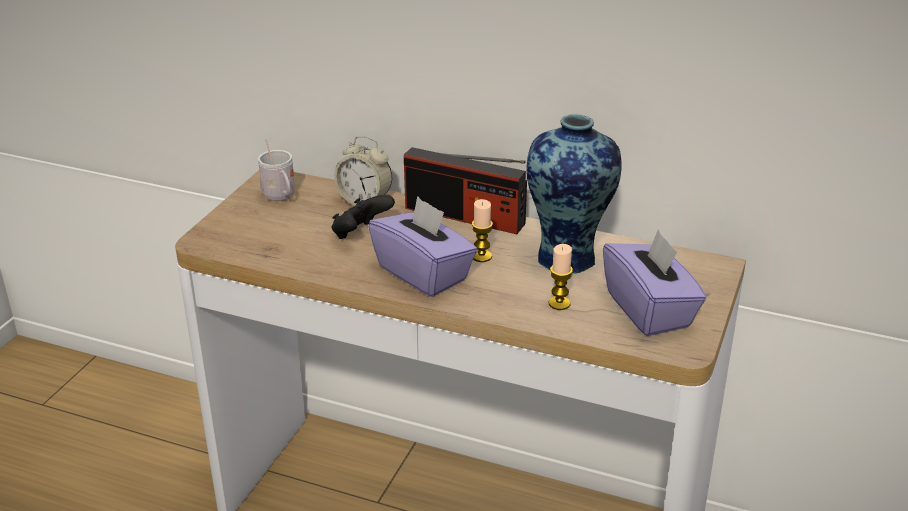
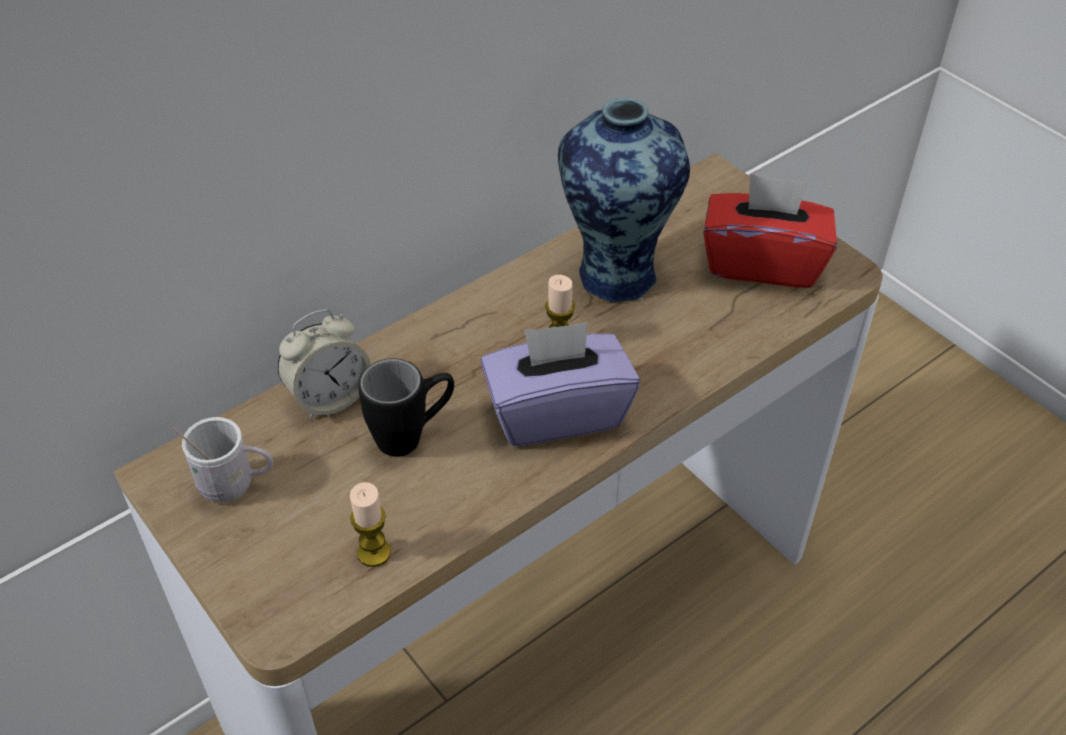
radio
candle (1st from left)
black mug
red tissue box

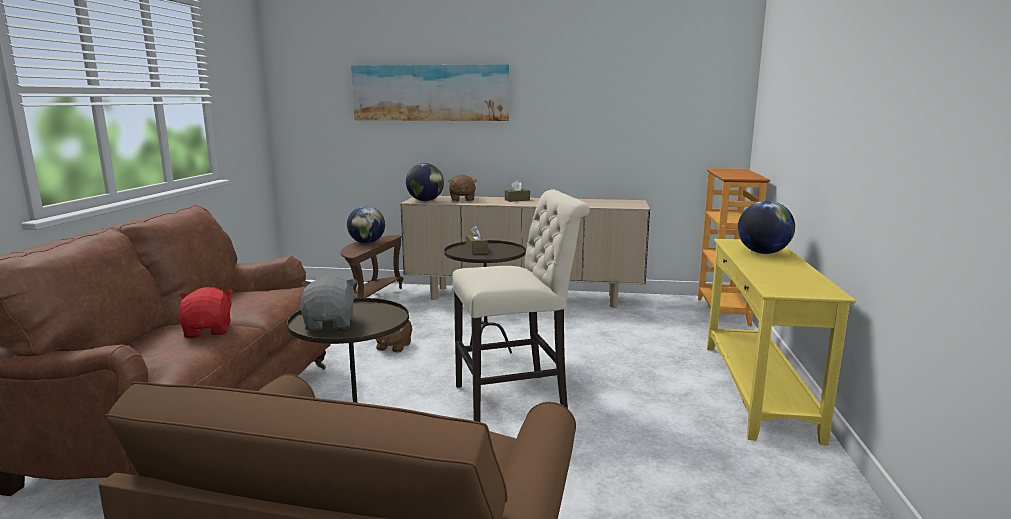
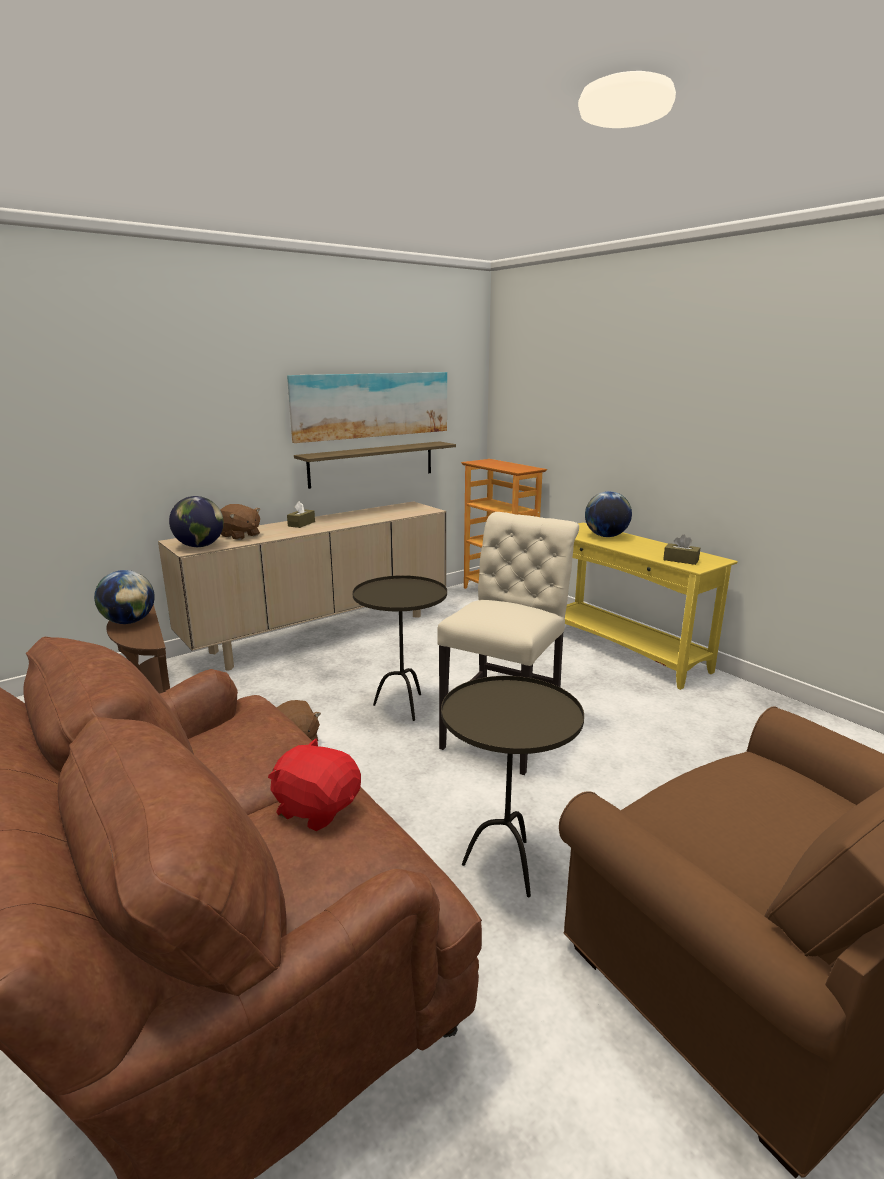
grey plush toy
shelf
picture
brown tissue box (2nd from left)

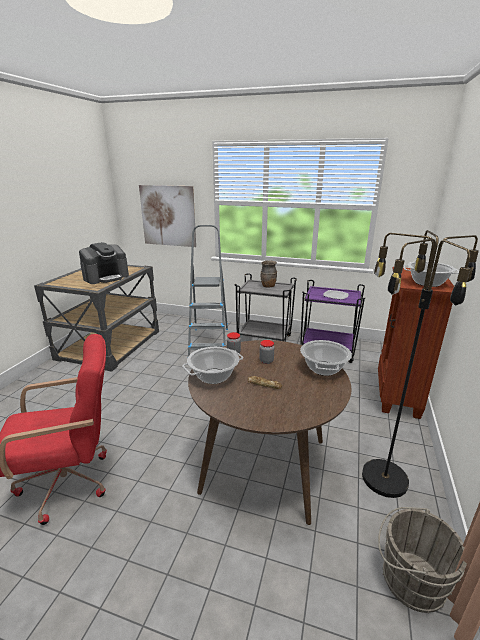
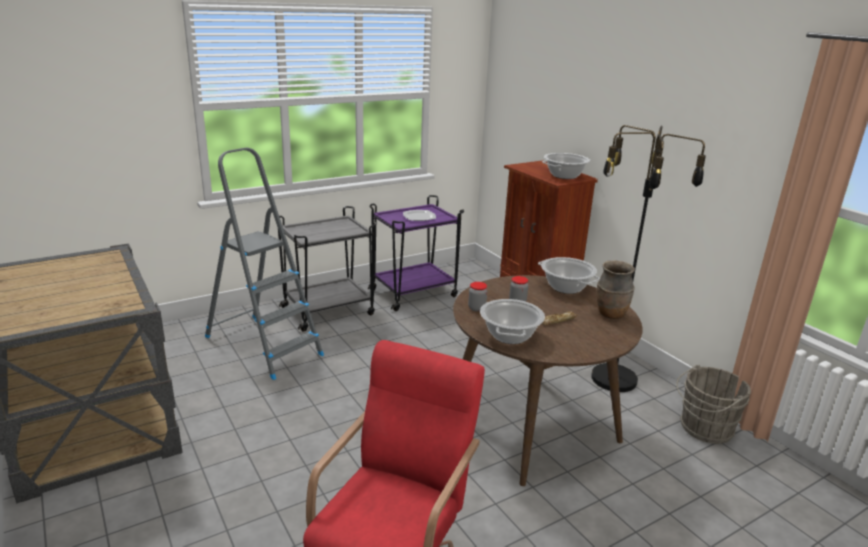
coffee machine
picture
brown vase

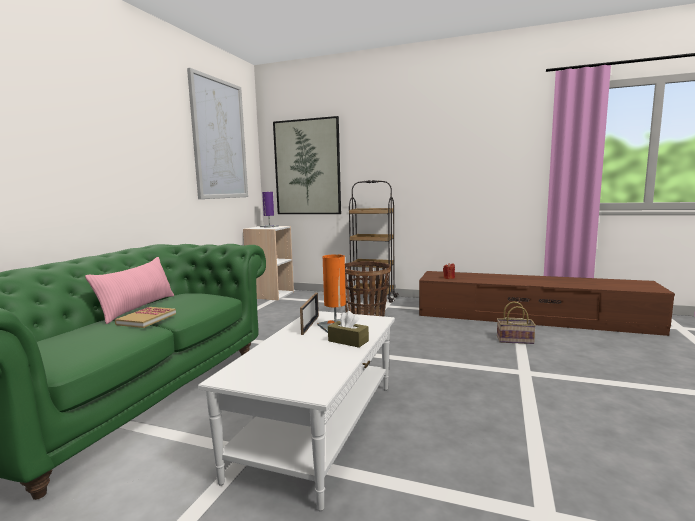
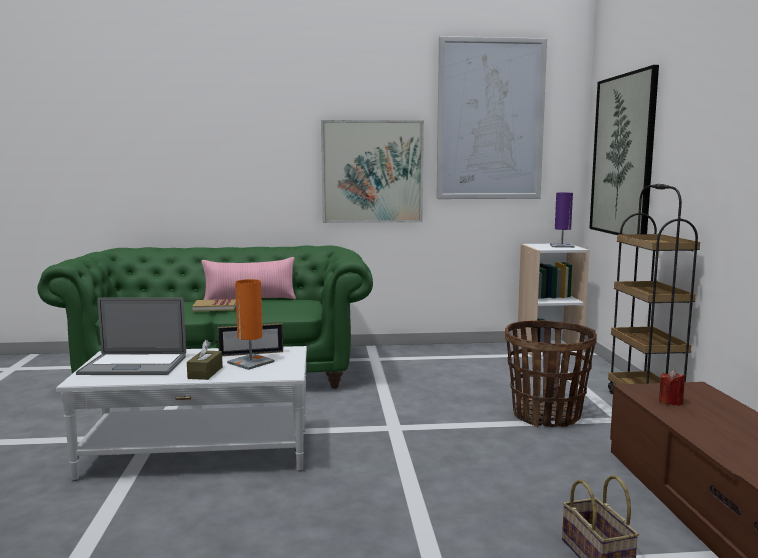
laptop
picture (1st from left)

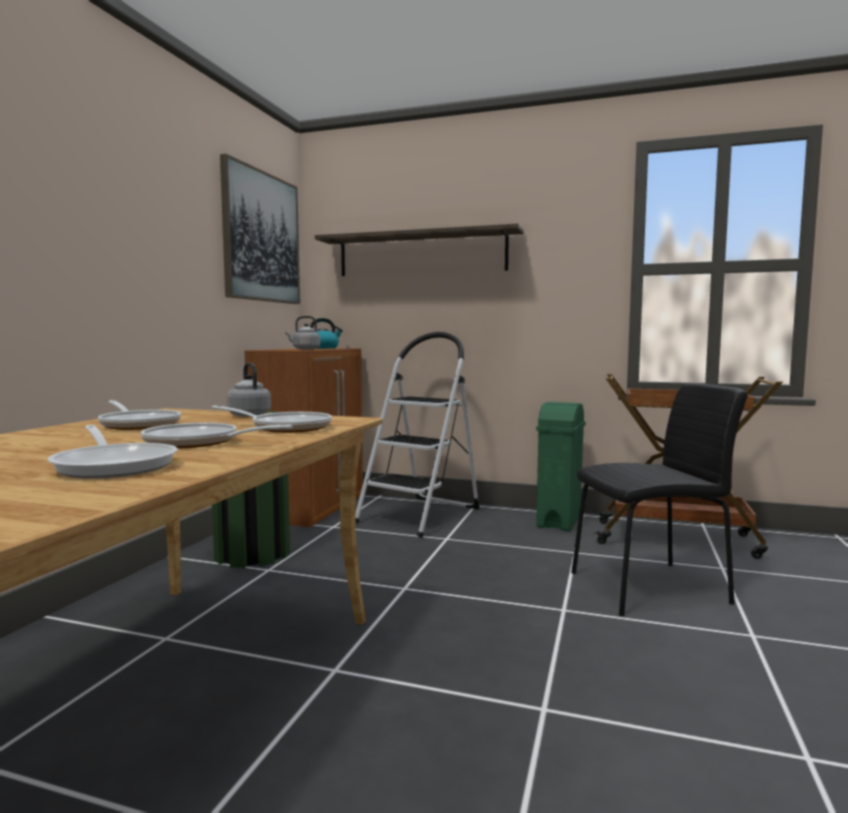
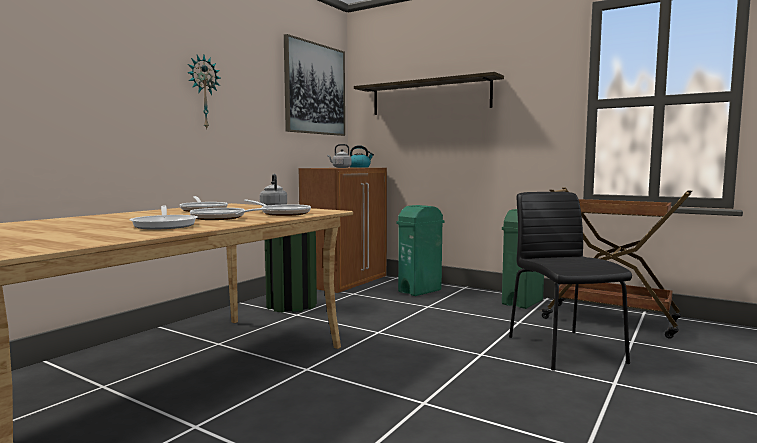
wall clock
green trash can (2nd from left)
black chair

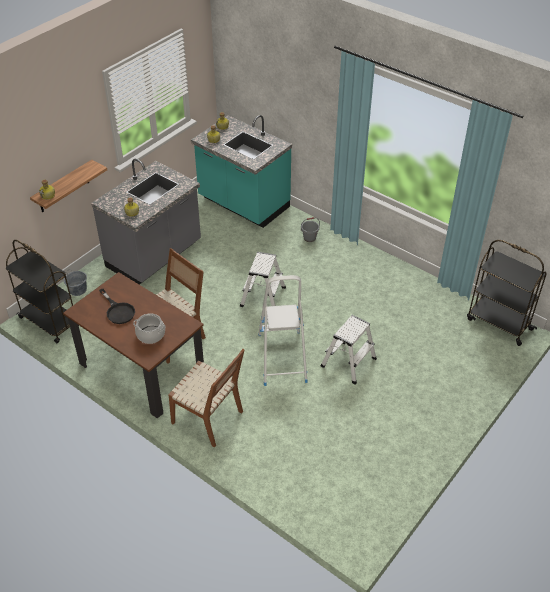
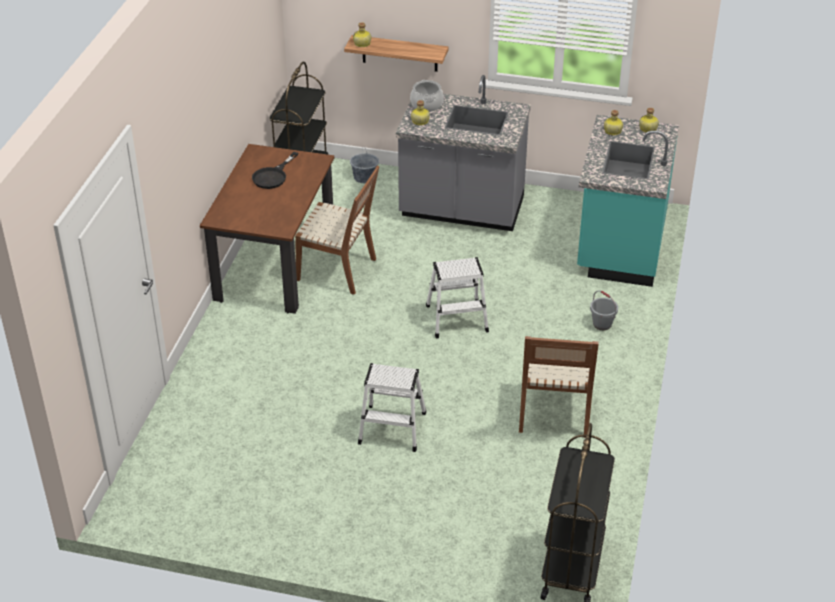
white step ladder (2nd from left in the first image)
cooking pot
chair (2nd from left)

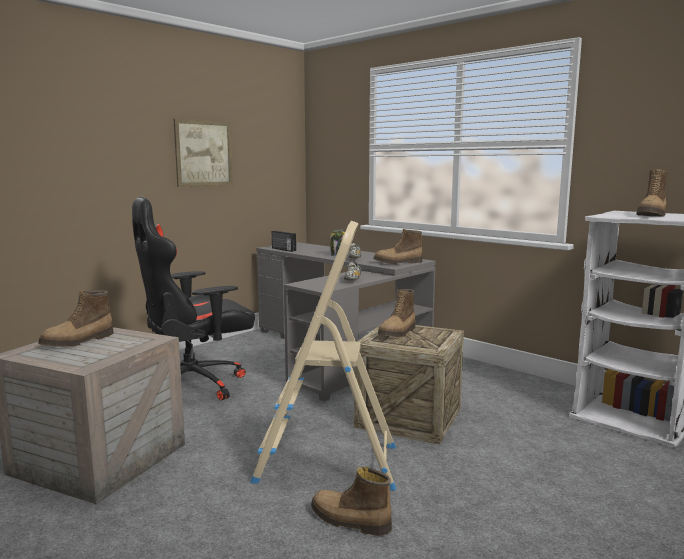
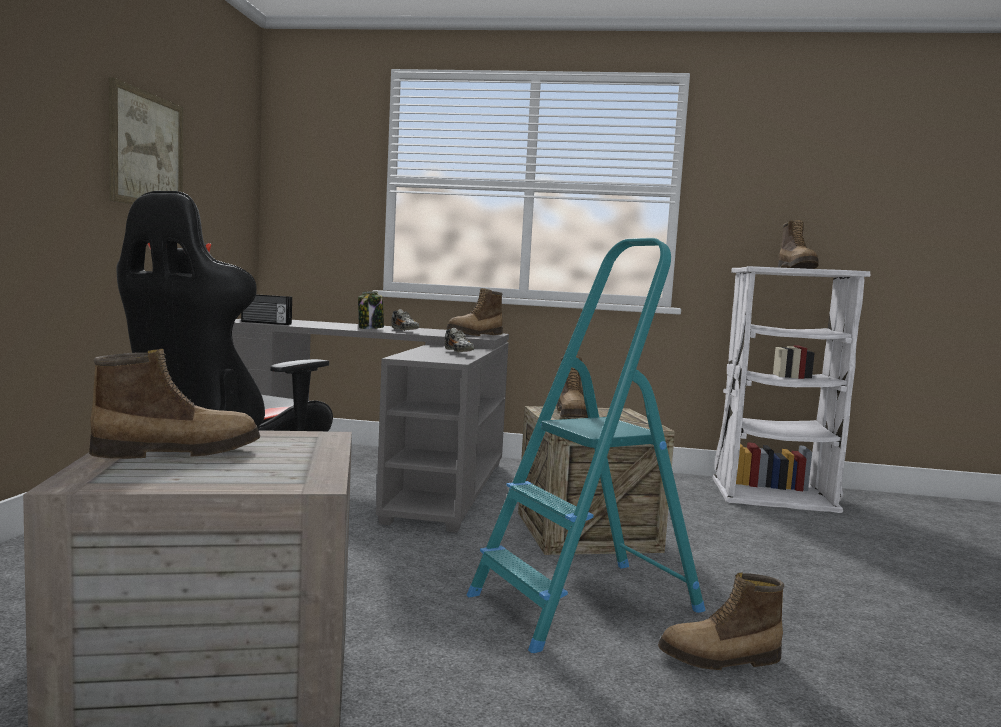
turquoise step ladder
boot (1st from left)

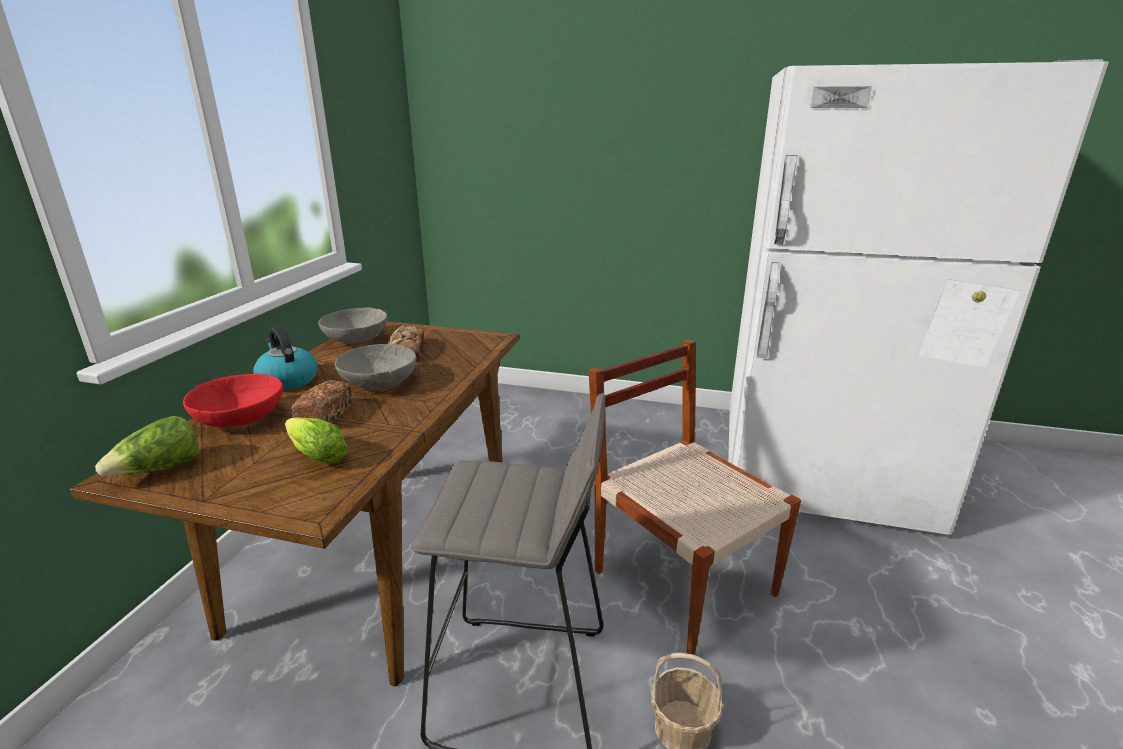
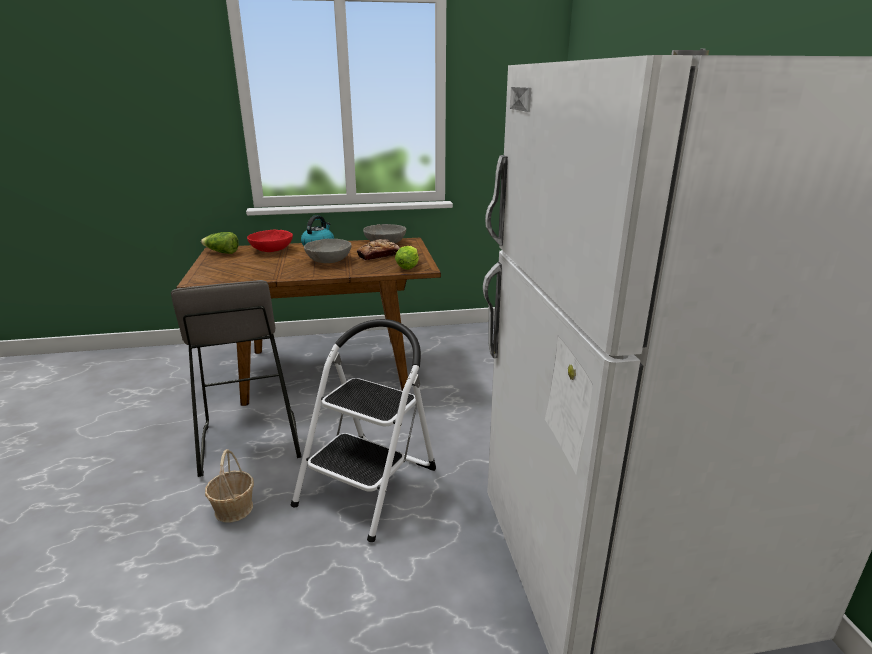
bread (1st from left in the first image)
lettuce (2nd from left)
step ladder

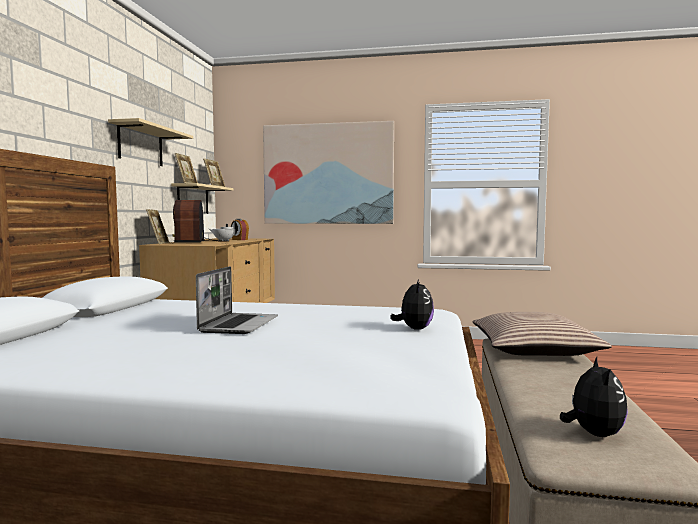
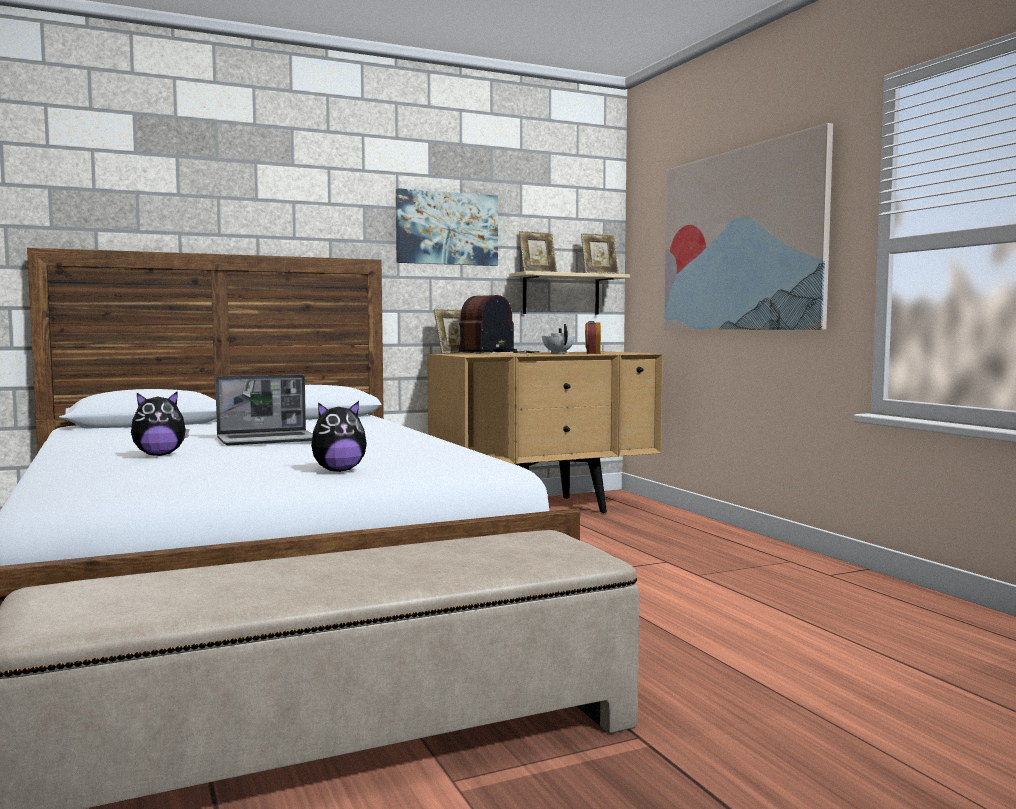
pillow
plush toy (1st from left)
picture (1st from left)

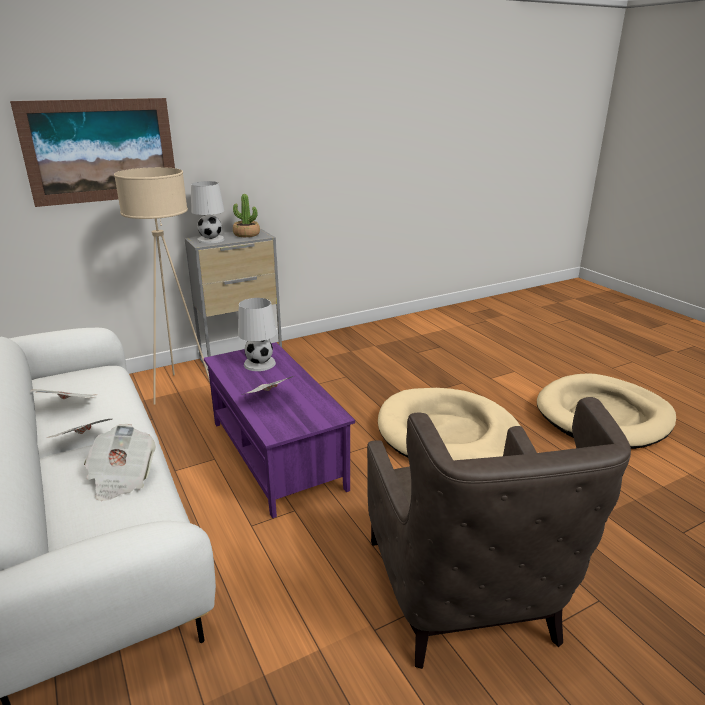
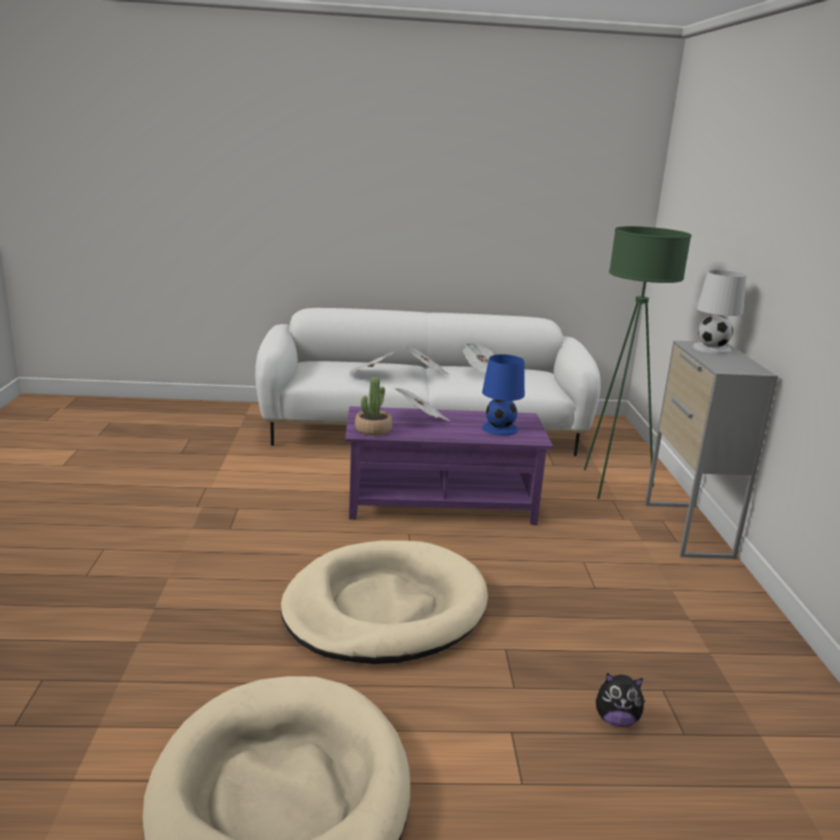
picture
grey armchair
plush toy
potted plant
green floor lamp
blue table lamp

